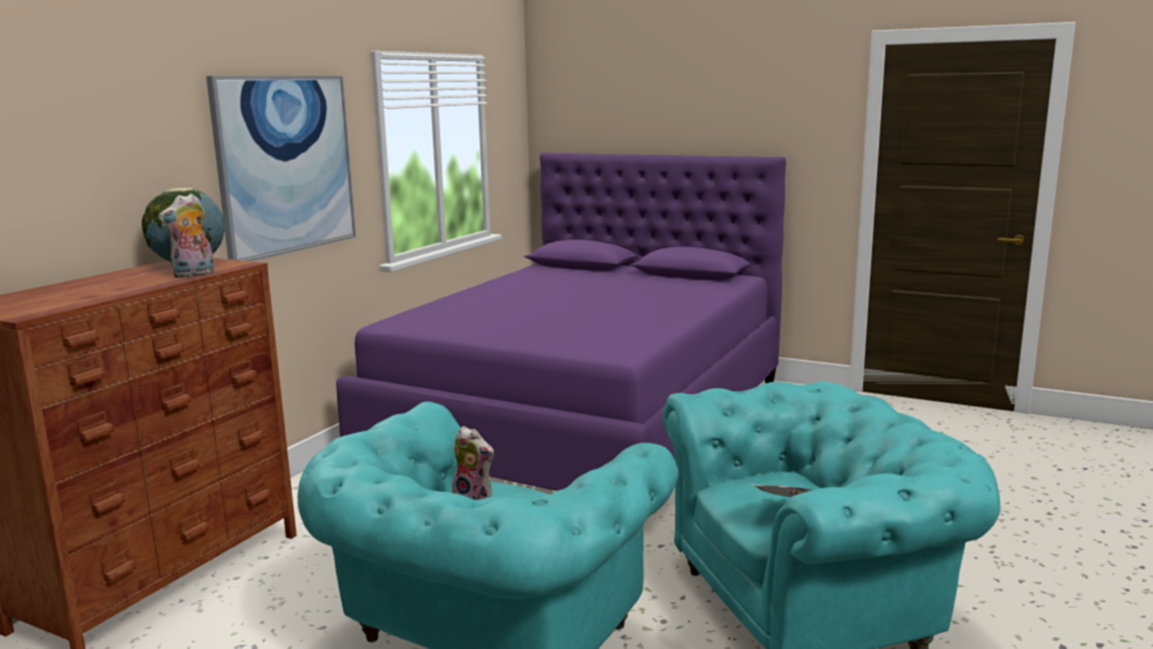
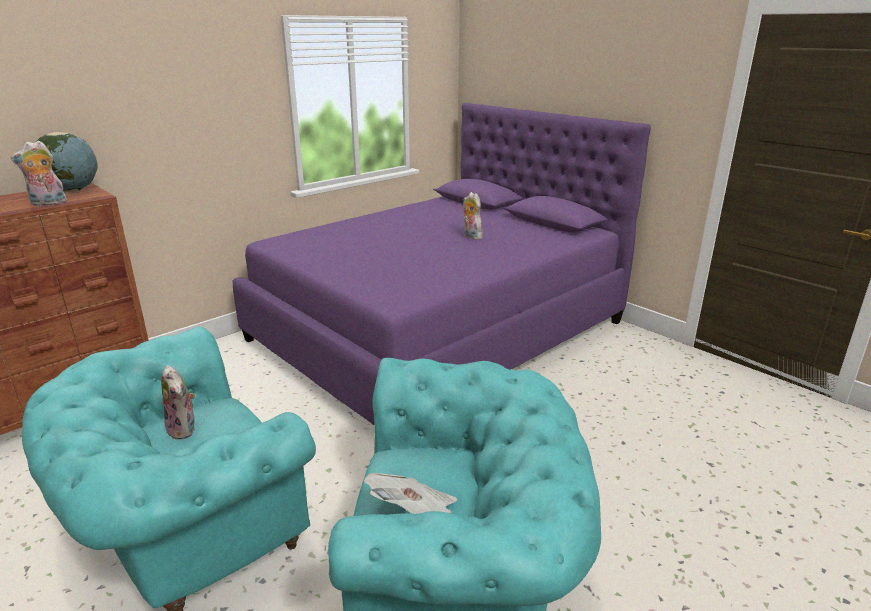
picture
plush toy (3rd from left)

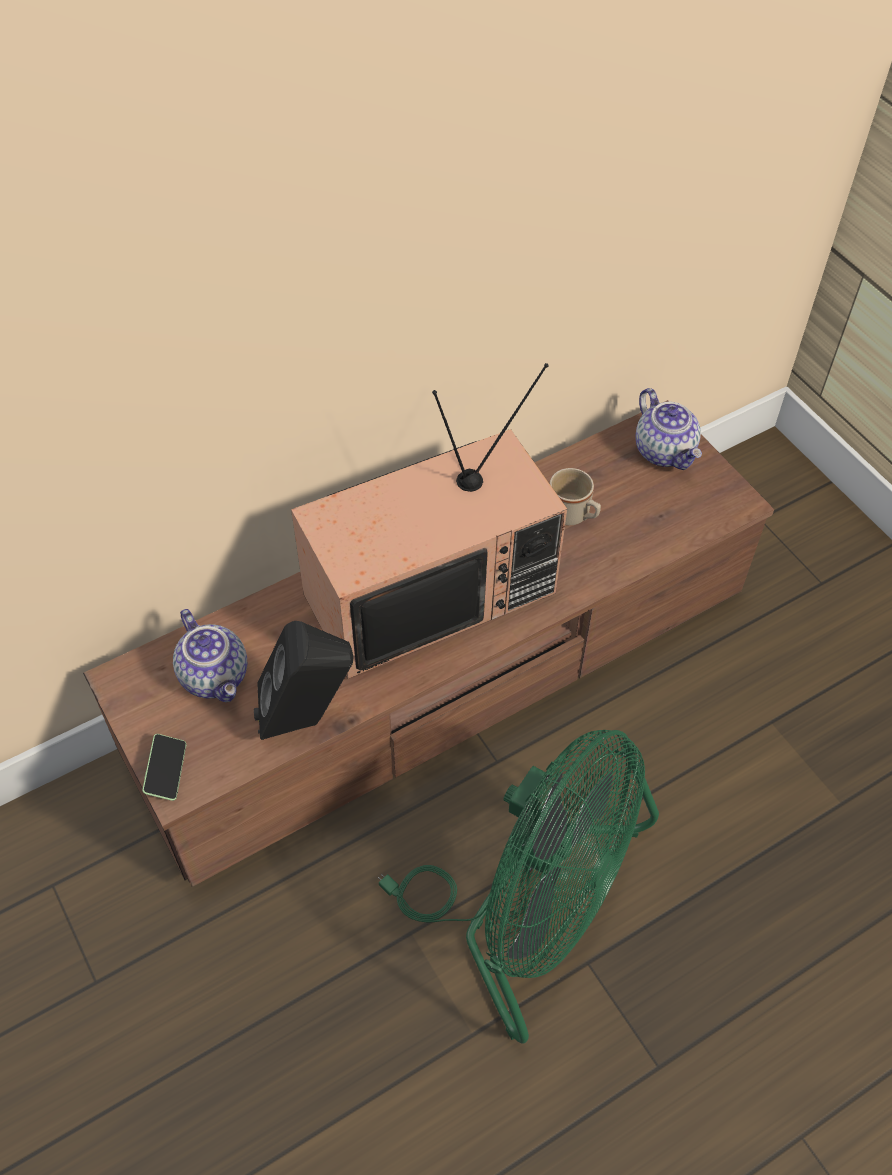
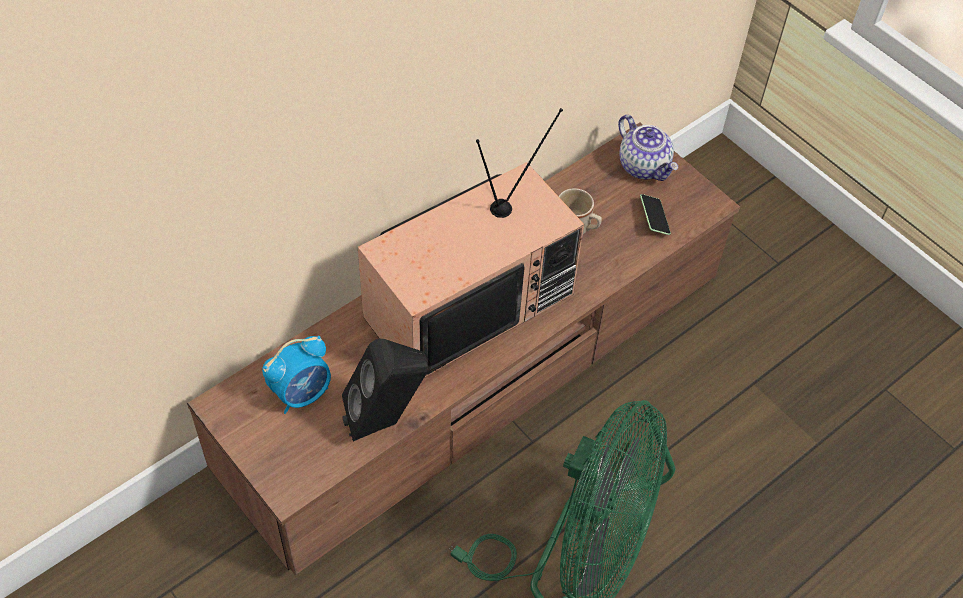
phone
alarm clock

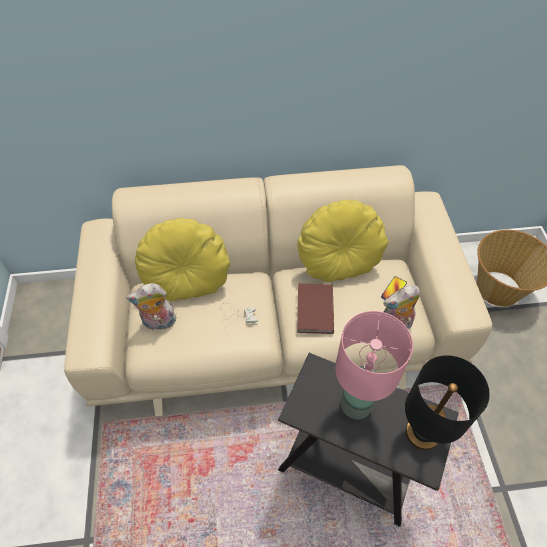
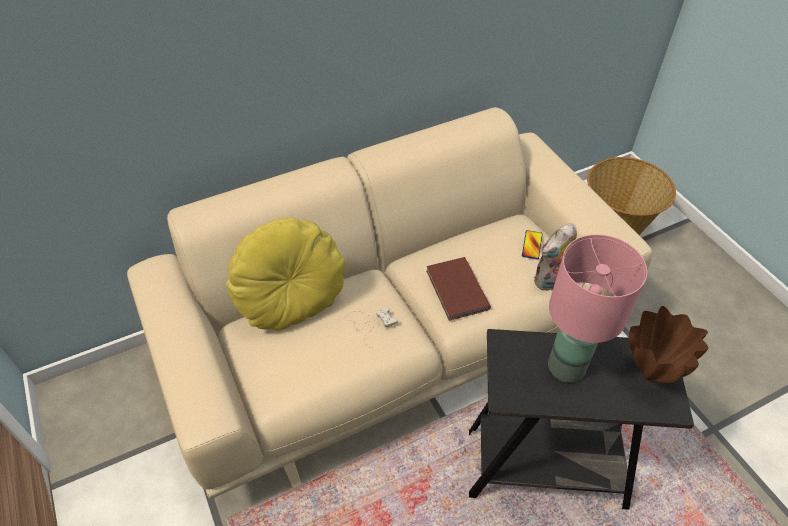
plush toy (1st from left in the first image)
yellow pillow (2nd from left in the first image)
brown vase

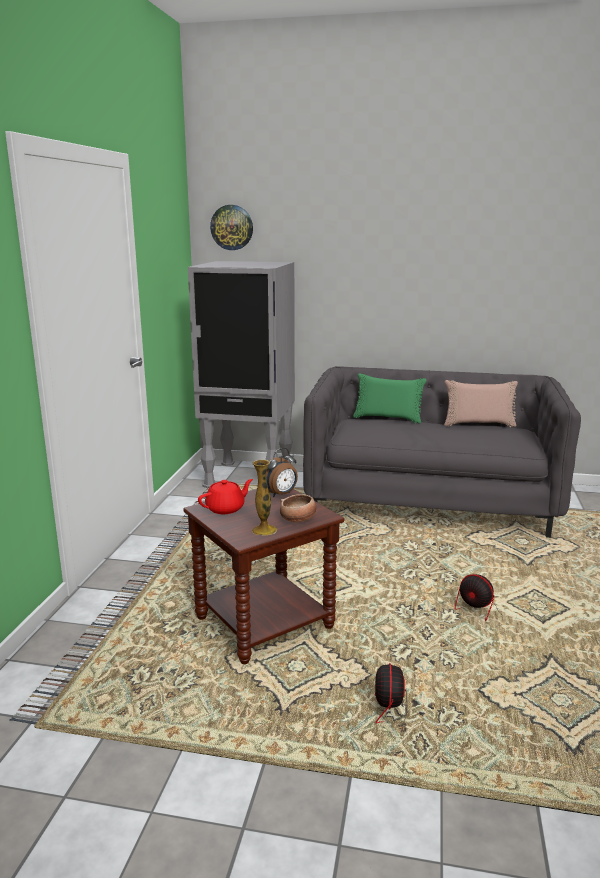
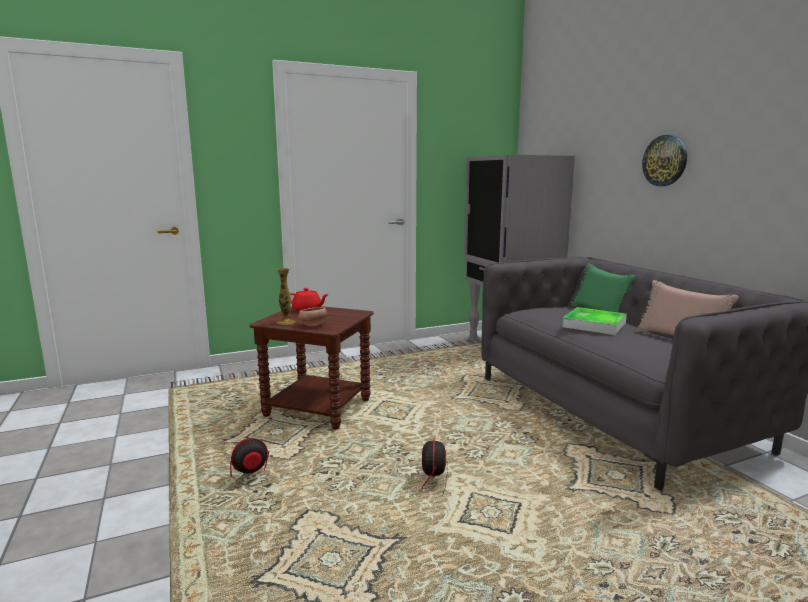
alarm clock
tray
wall clock

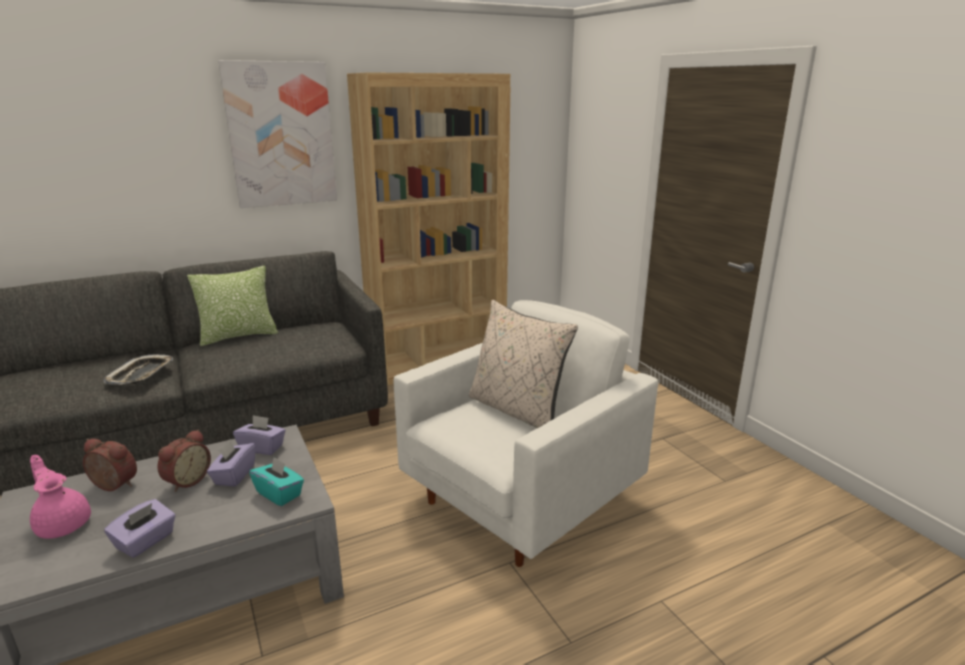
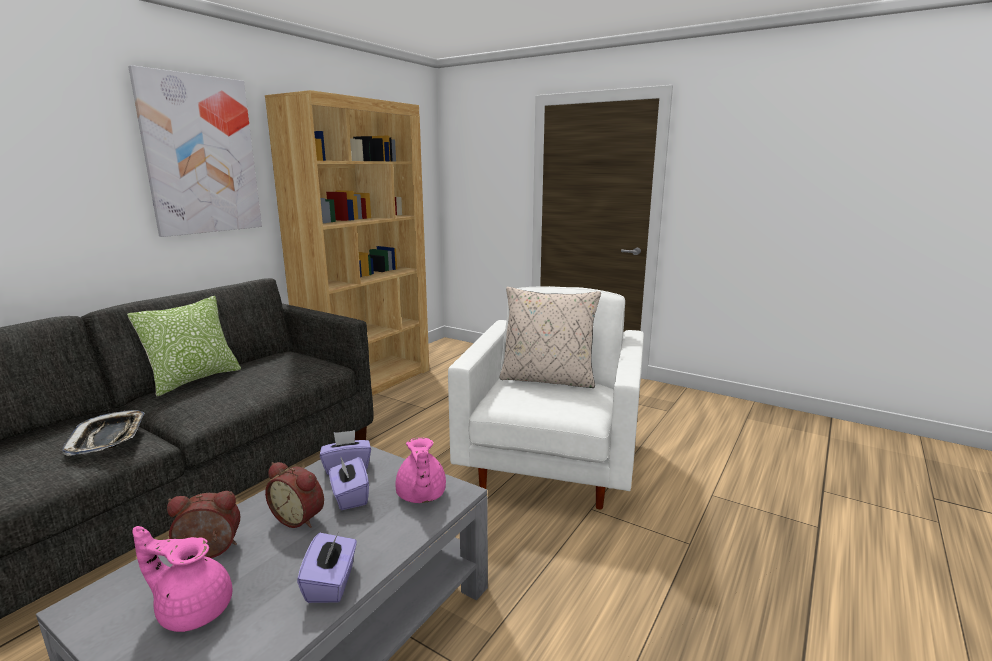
pink teapot (2nd from left)
alarm clock (2nd from left)

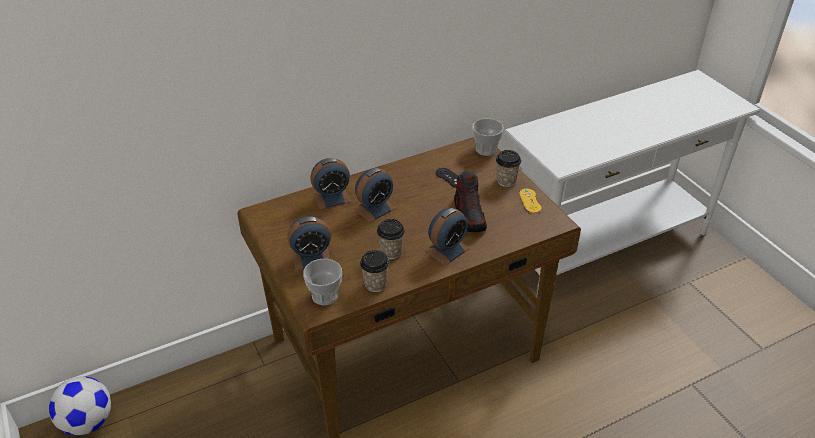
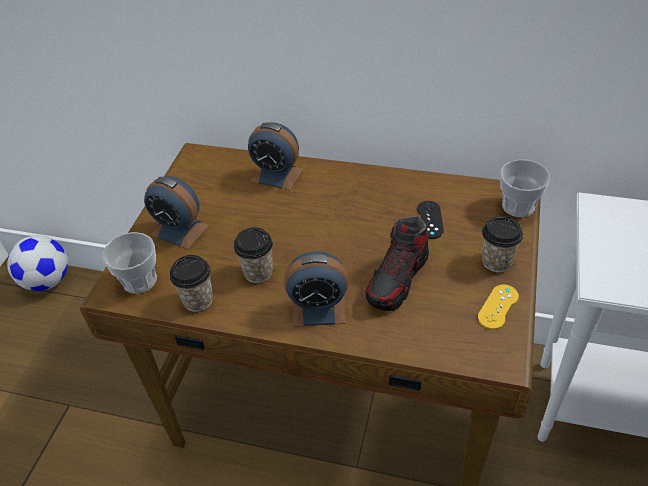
alarm clock (3rd from left in the first image)

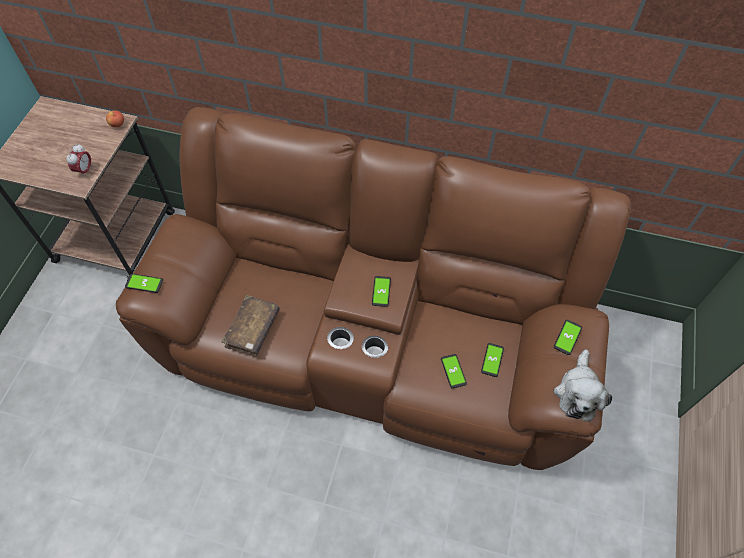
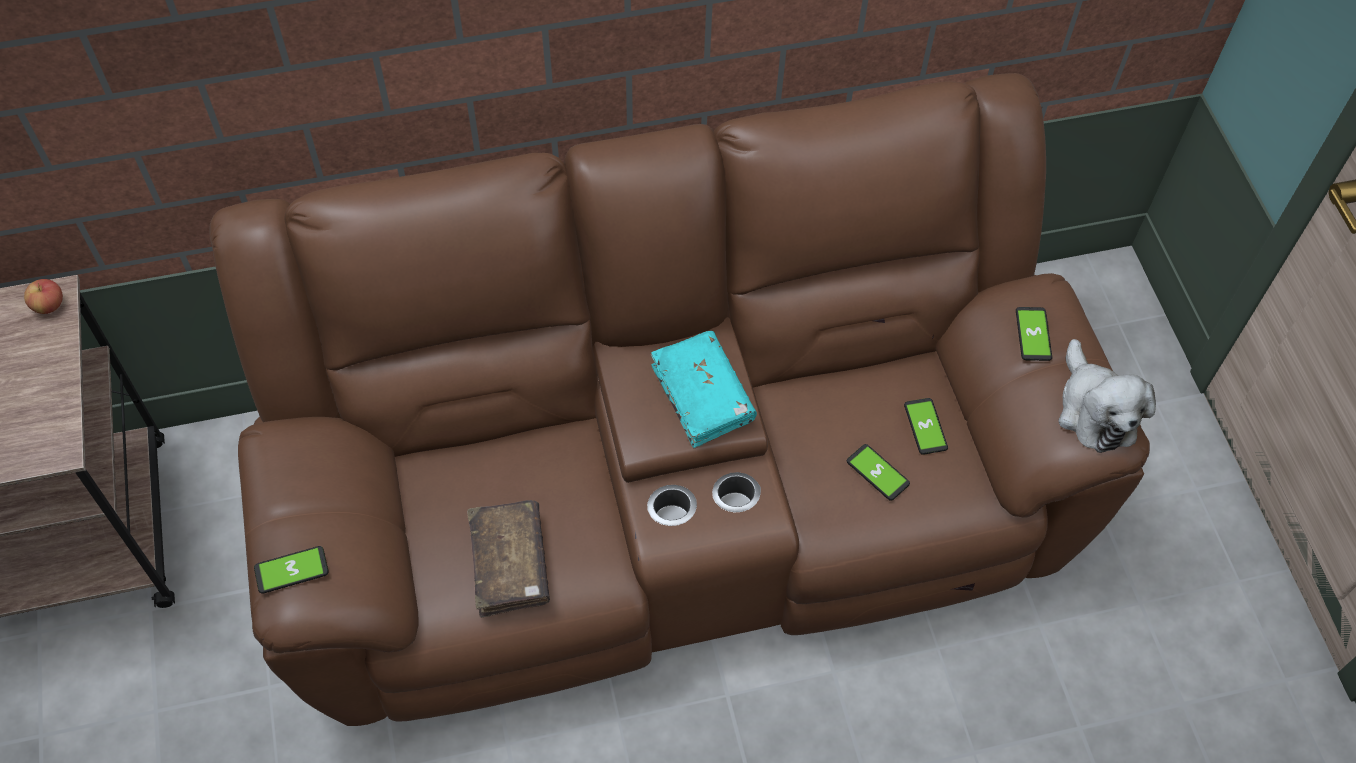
alarm clock
turquoise book

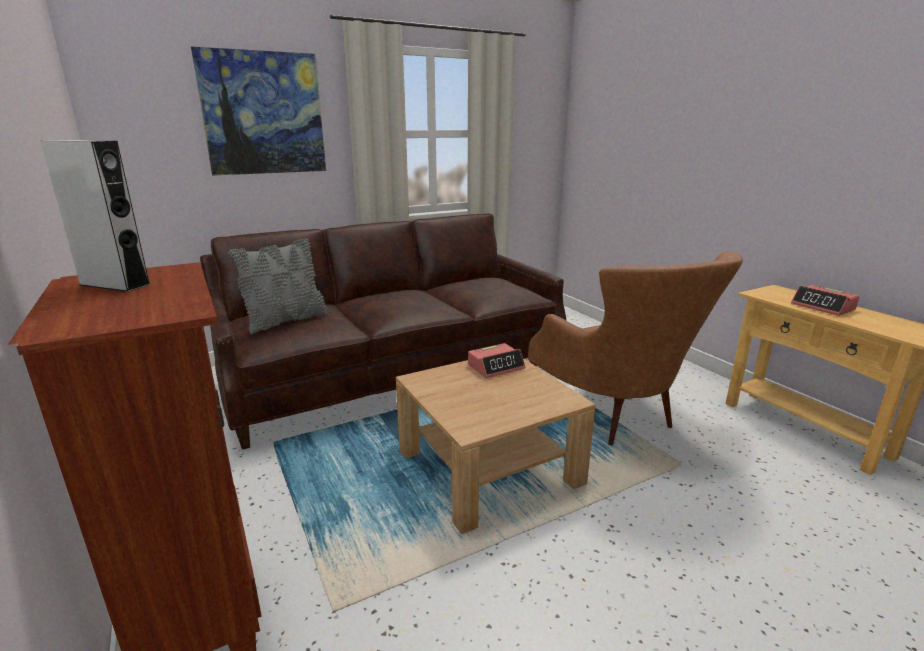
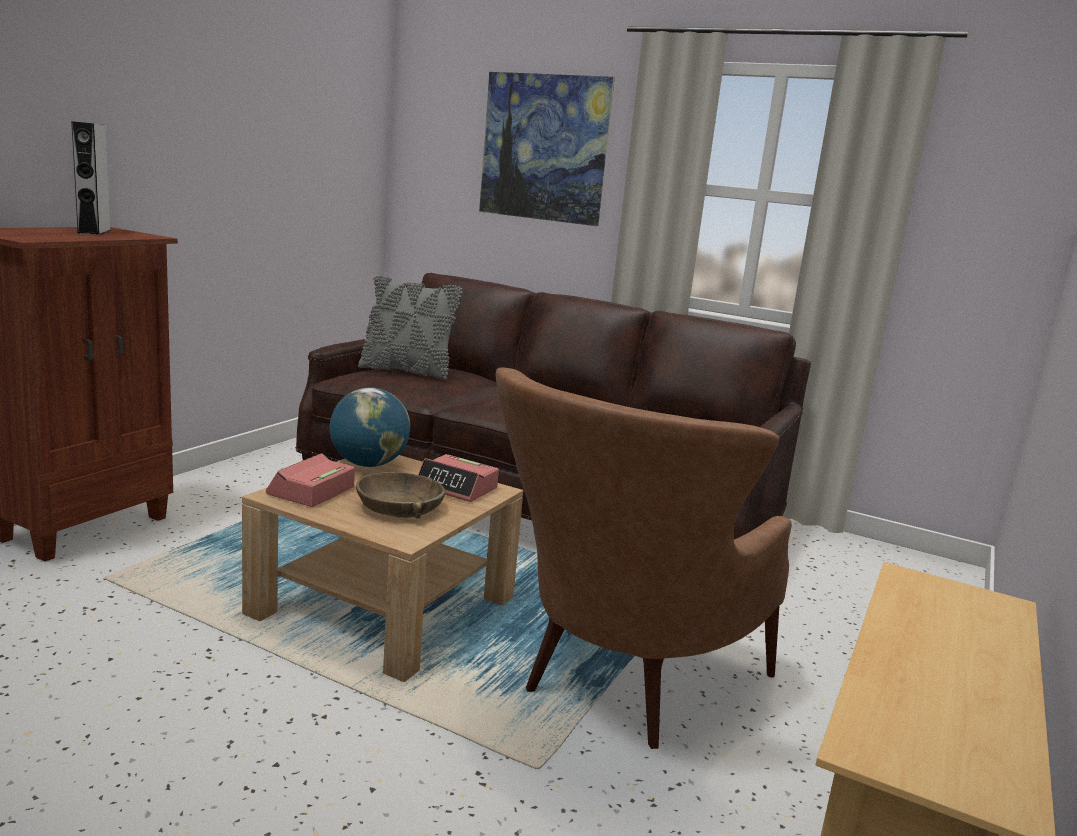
globe
brown bowl
alarm clock (1st from left)

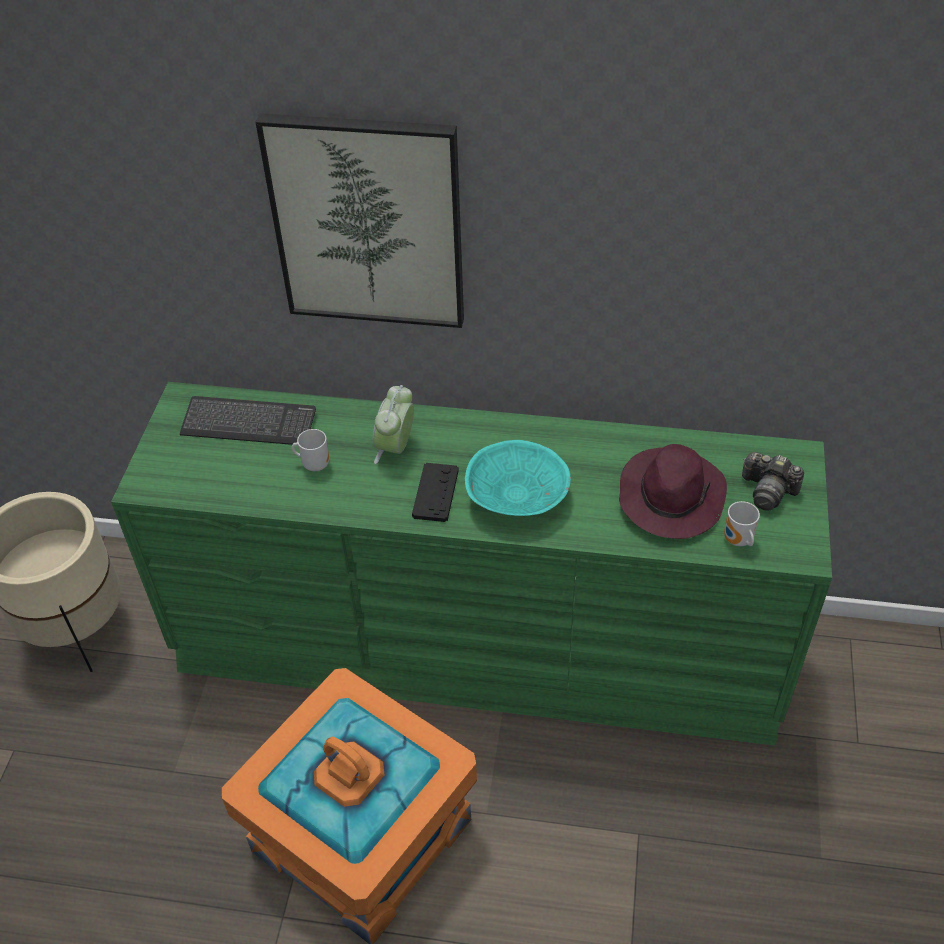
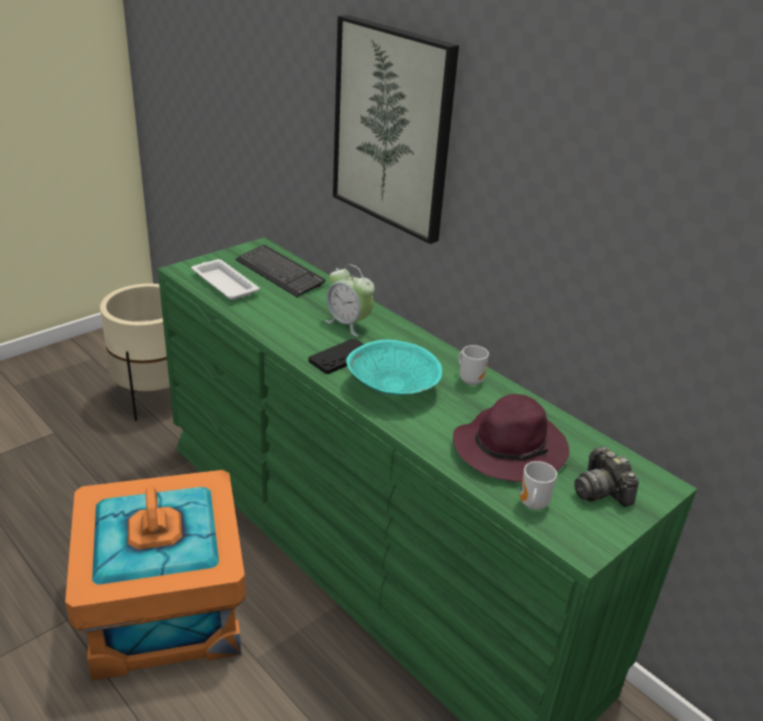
white tray
mug (1st from left)
alarm clock

